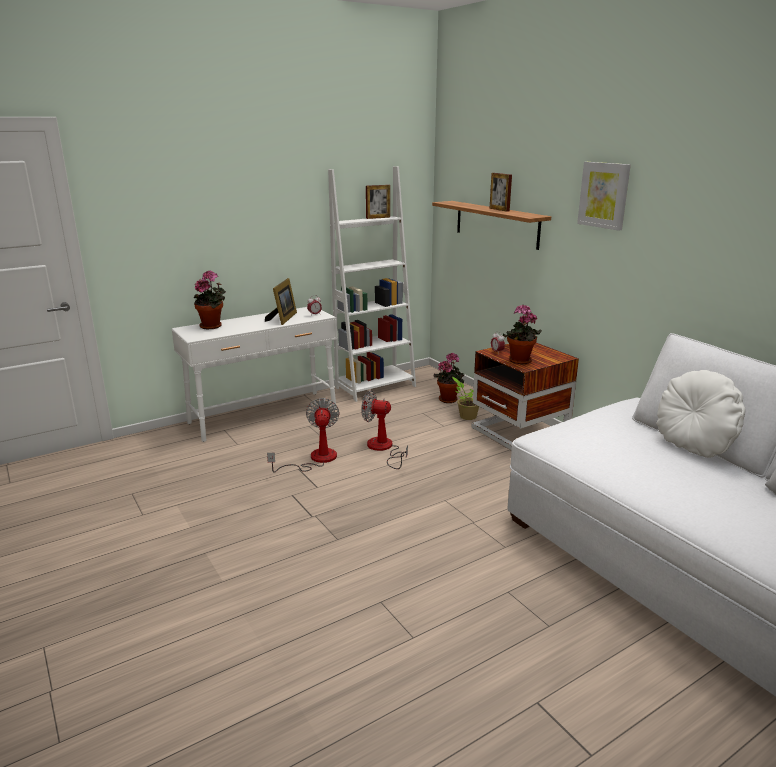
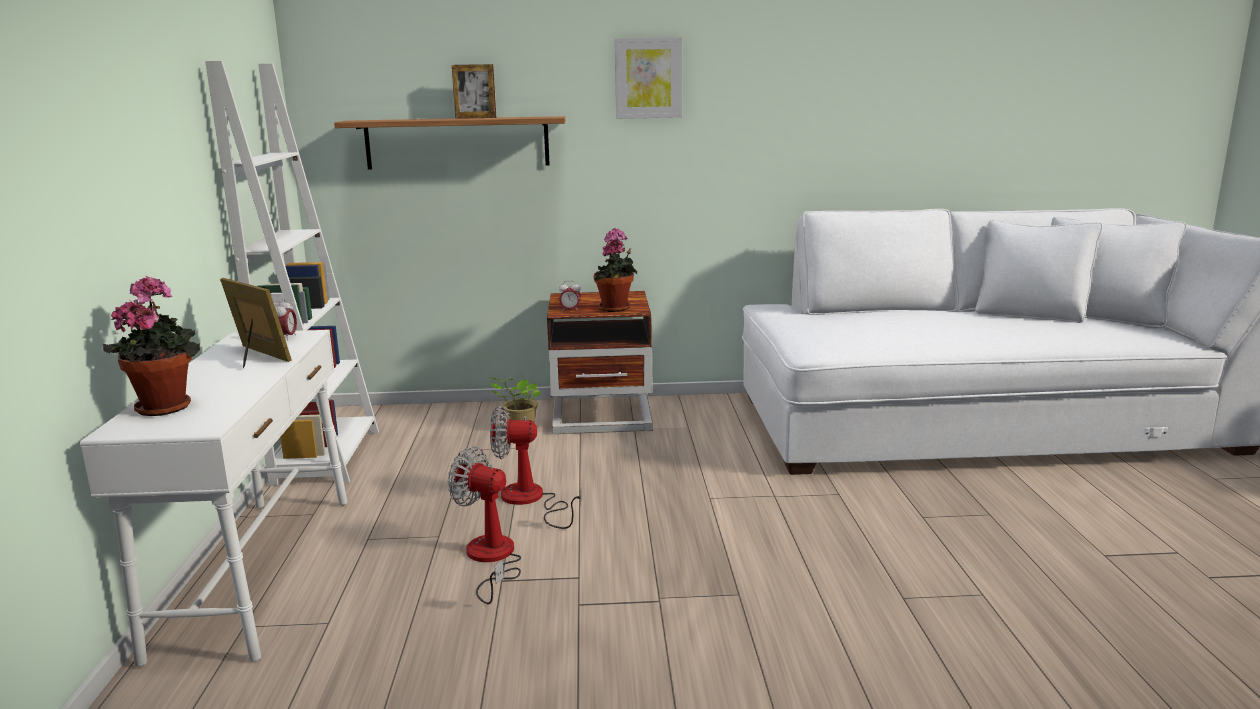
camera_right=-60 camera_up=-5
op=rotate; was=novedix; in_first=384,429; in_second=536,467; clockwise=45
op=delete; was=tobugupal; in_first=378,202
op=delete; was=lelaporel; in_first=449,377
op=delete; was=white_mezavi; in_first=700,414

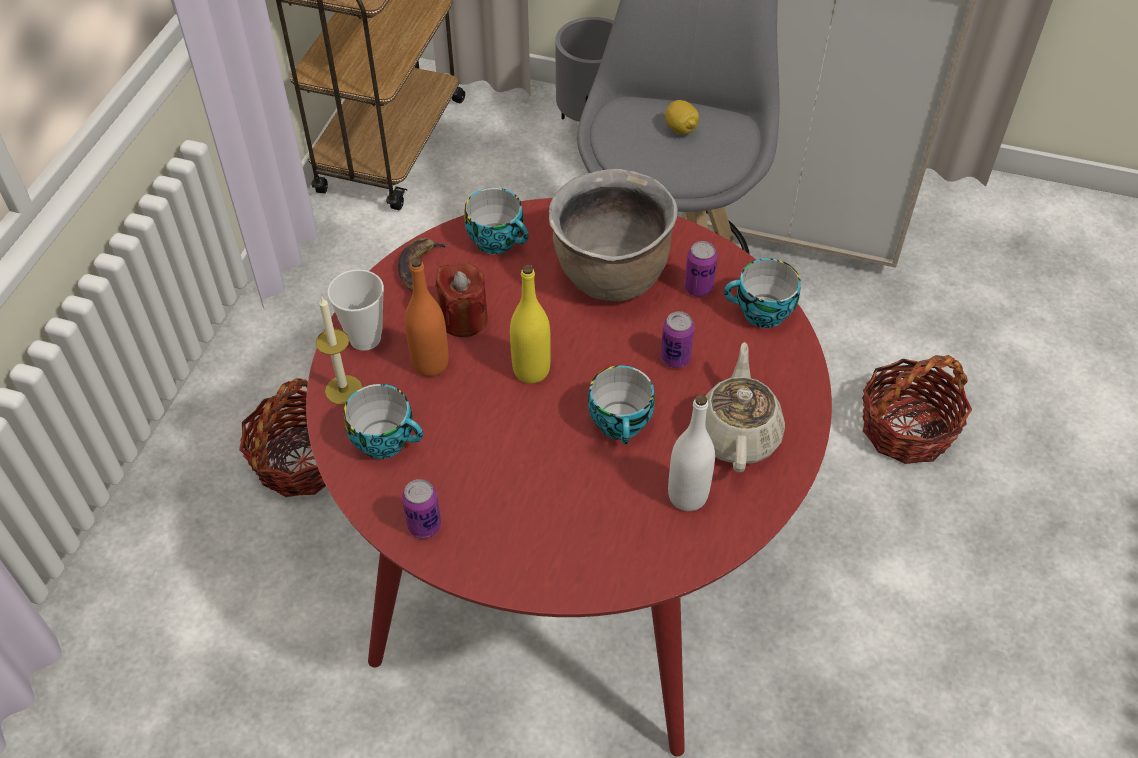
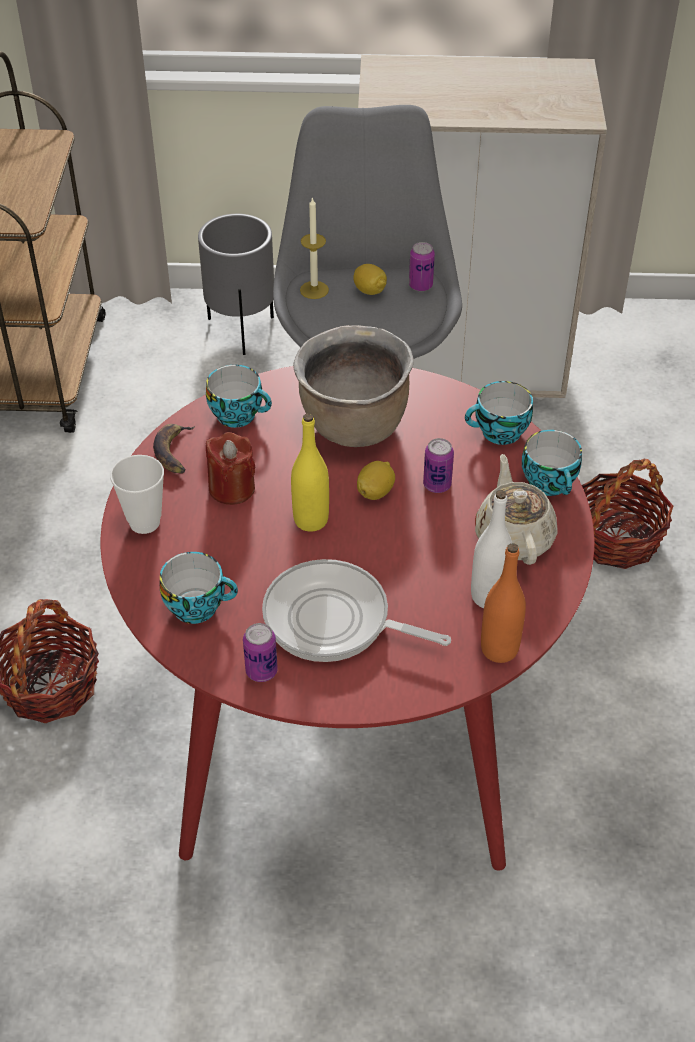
camera_right=-15 camera_up=-5
op=move; was=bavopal; in_first=339,350; in_second=314,248
op=move; was=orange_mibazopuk; in_first=427,317; in_second=503,603
op=move; was=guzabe; in_first=621,405; in_second=552,463
op=move; was=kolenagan; in_first=701,269; in_second=422,266
op=insert; now=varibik; in_second=356,610
op=insert; now=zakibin; in_second=376,480

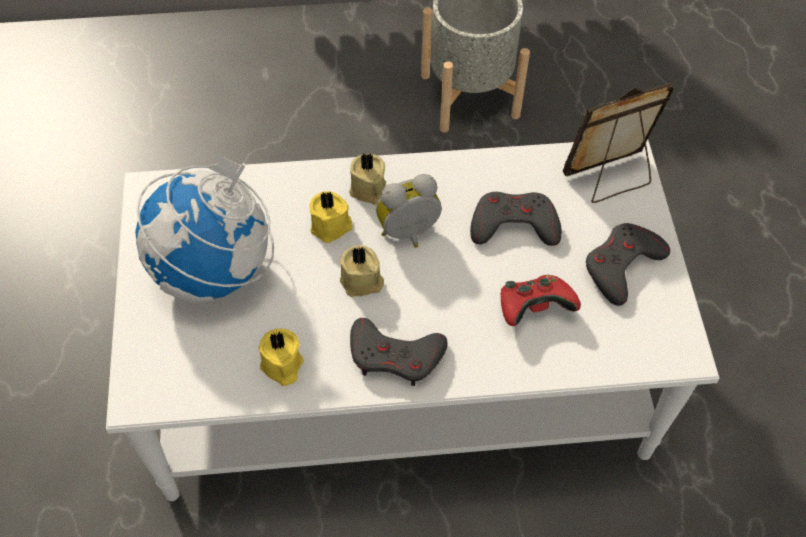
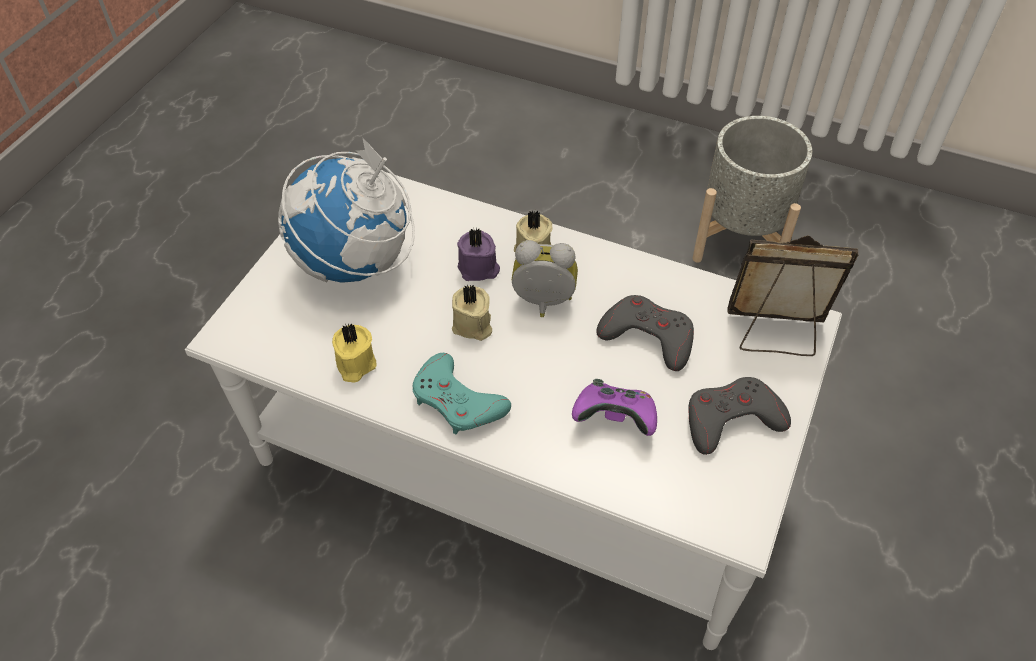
camera_right=30 camera_up=-5
op=recolor; was=yellow_bavopal; now=purple_bavopal; in_first=331,217; in_second=478,254
op=recolor; was=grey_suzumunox; now=turquoise_suzumunox; in_first=398,352; in_second=461,393
op=recolor; was=red_suzumunox; now=purple_suzumunox; in_first=541,300; in_second=614,407

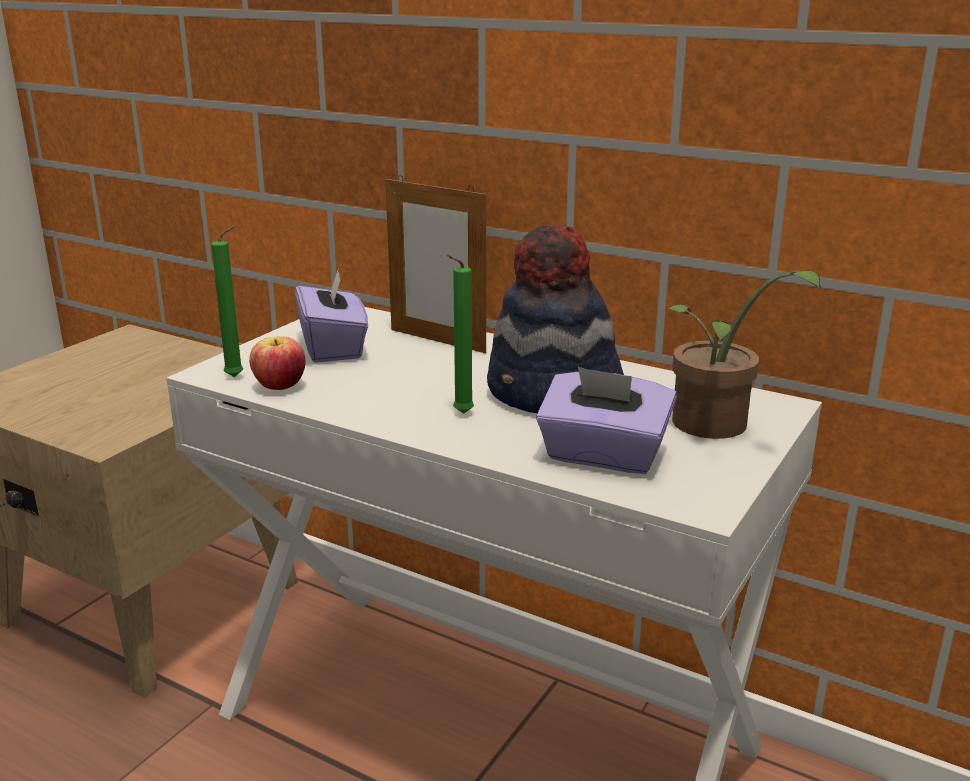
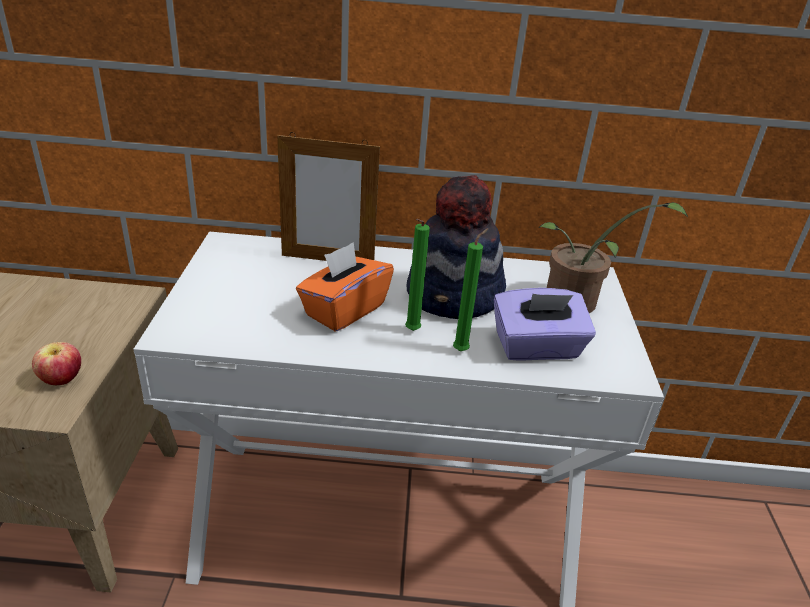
camera_right=-30 camera_up=10
op=move; was=green_bavopal; in_first=227,301; in_second=471,289
op=move; was=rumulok; in_first=277,363; in_second=56,363
op=delete; was=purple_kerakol; in_first=331,316
op=insert; now=orange_kerakol; in_second=345,287

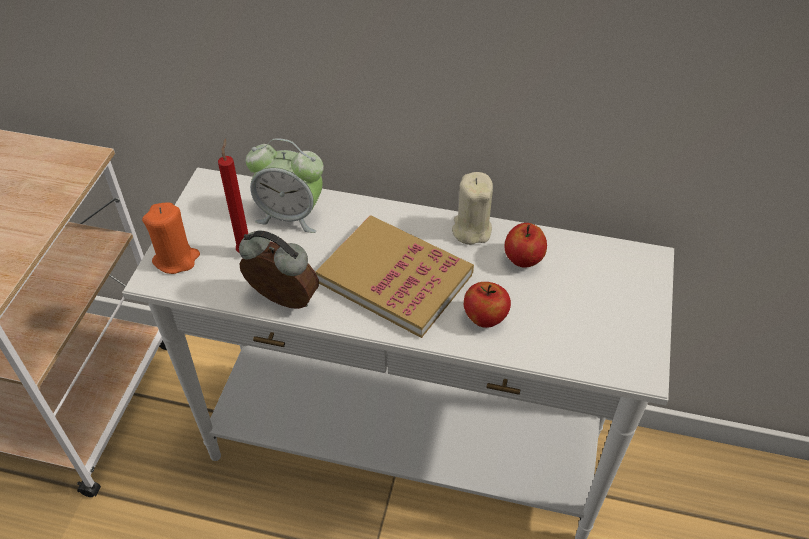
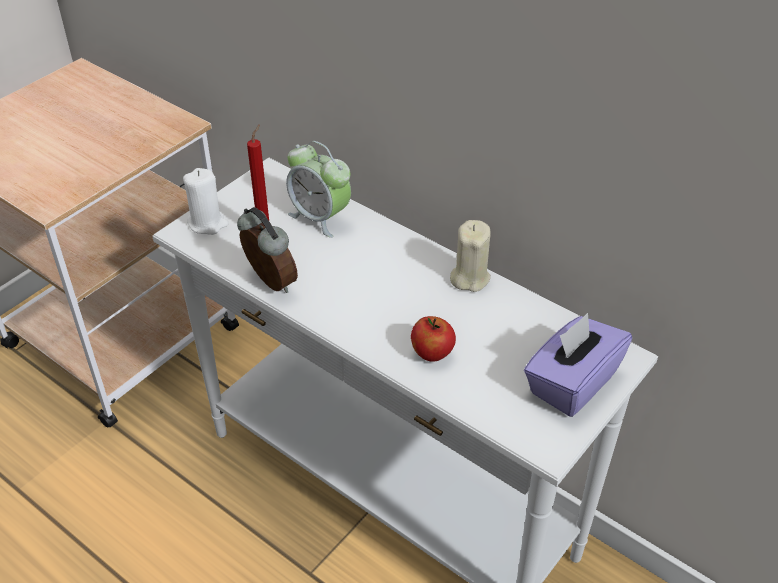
camera_right=25 camera_up=-5
op=recolor; was=orange_bavopal; now=white_bavopal; in_first=171,238; in_second=206,201
op=delete; was=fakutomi; in_first=394,276
op=delete; was=rumulok; in_first=525,245
op=insert; now=purple_kerakol; in_second=578,365

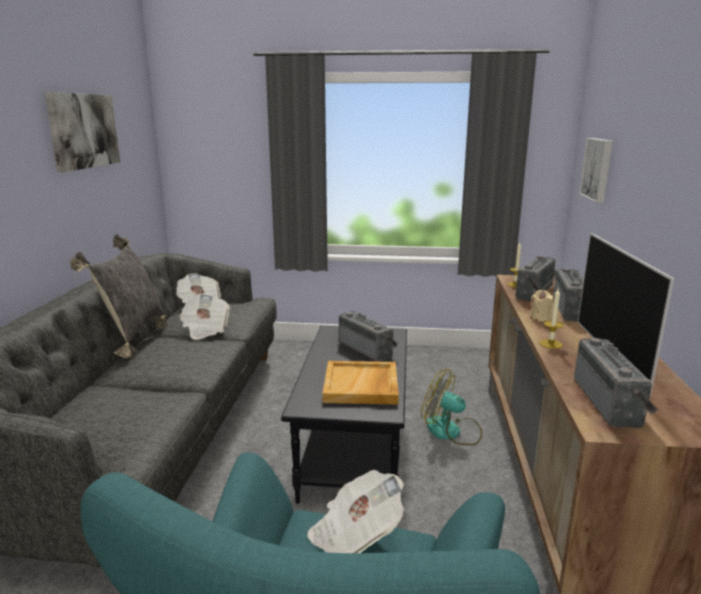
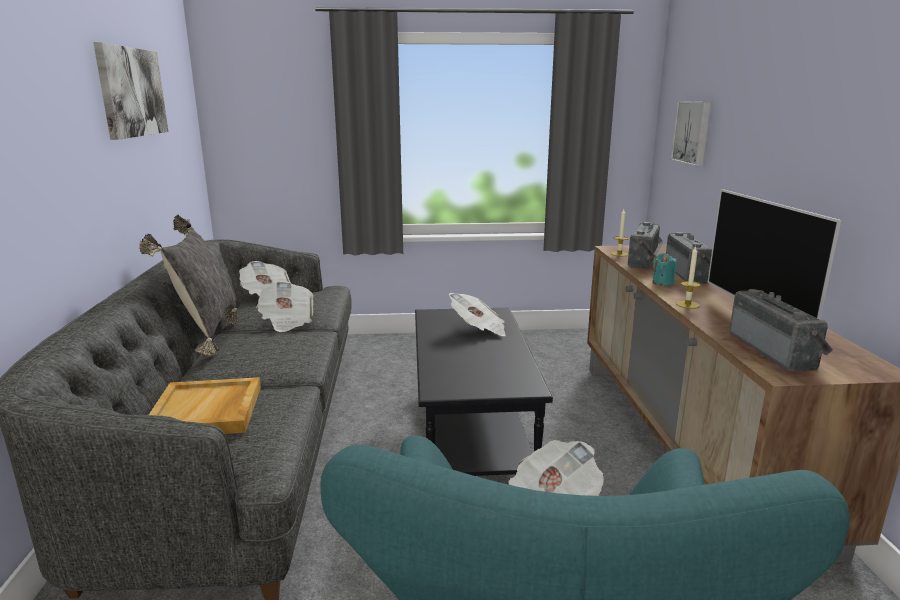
camera_right=-10 camera_up=0
op=move; was=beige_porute; in_first=360,382; in_second=205,405
op=replace; was=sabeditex; now=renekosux; in_first=368,336; in_second=477,314
op=delete; was=novedix; in_first=451,407
op=recolor; was=beige_bavopal; now=turquoise_bavopal; in_first=541,306; in_second=665,269

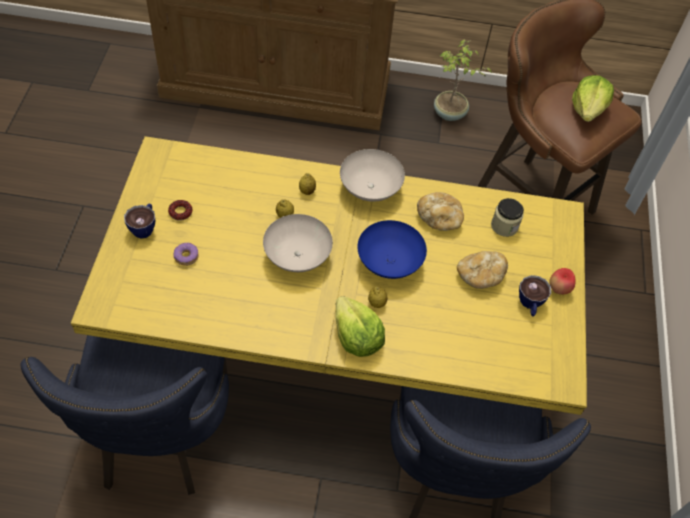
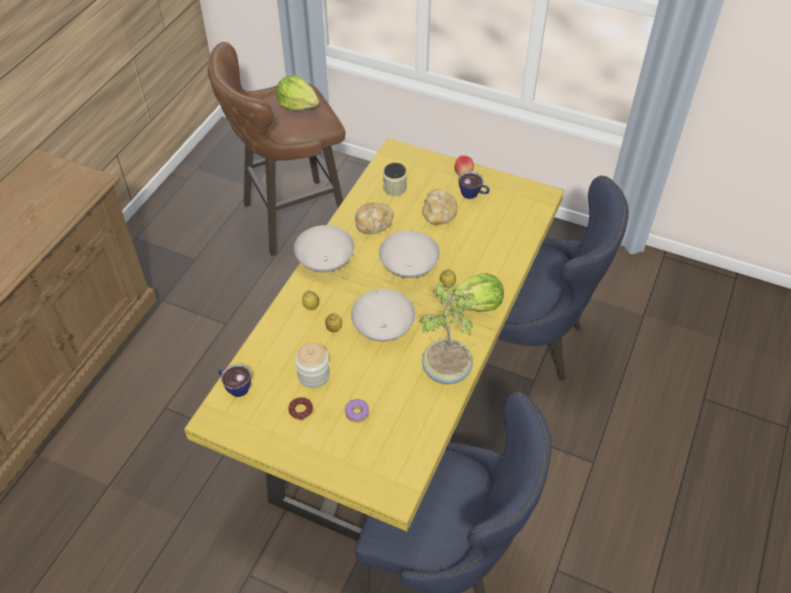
camera_right=-70 camera_up=-5
op=move; was=guzabe; in_first=139,220; in_second=234,380
op=recolor; was=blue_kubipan; now=white_kubipan; in_first=392,249; in_second=409,254
op=move; was=lelaporel; in_first=463,80; in_second=450,333
op=insert; now=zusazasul; in_second=312,365

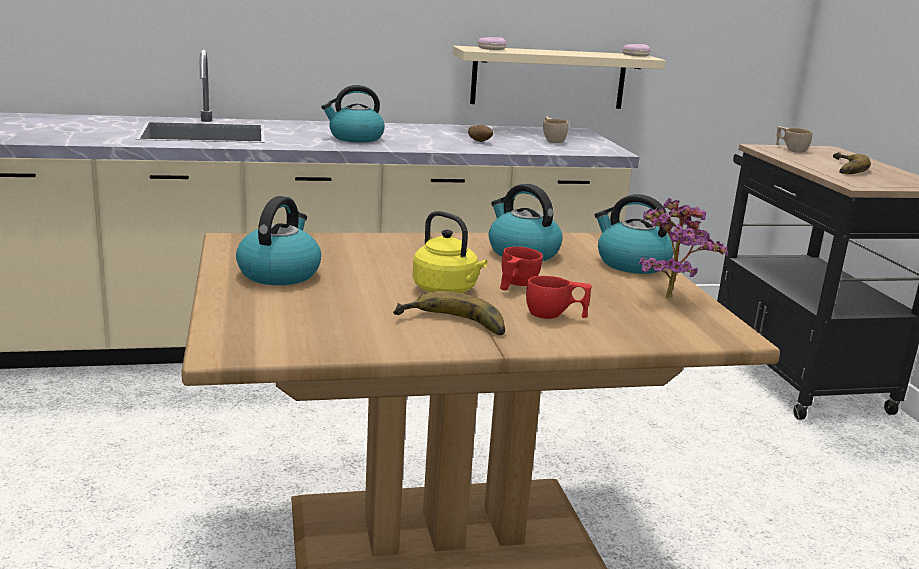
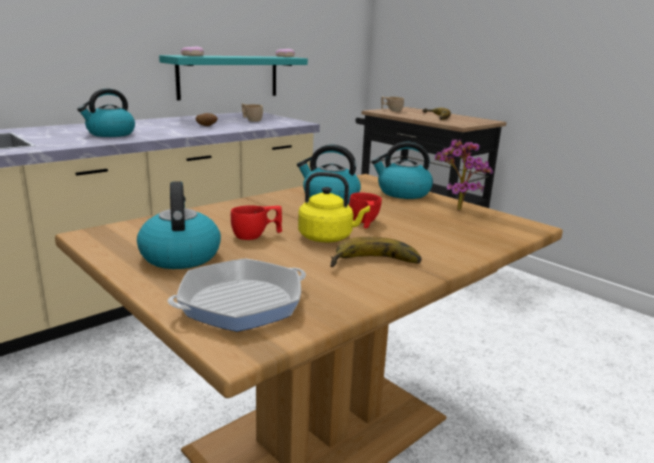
camera_right=-30 camera_up=0
op=recolor; was=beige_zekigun; now=turquoise_zekigun; in_first=559,77; in_second=233,77
op=move; was=red_guzabe; in_first=559,297; in_second=256,222
op=insert; now=varibik; in_second=236,295

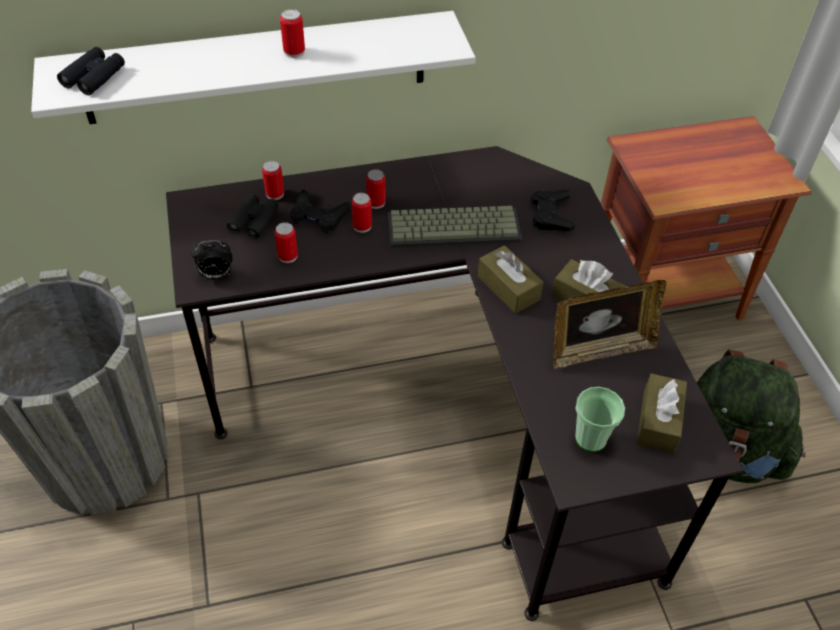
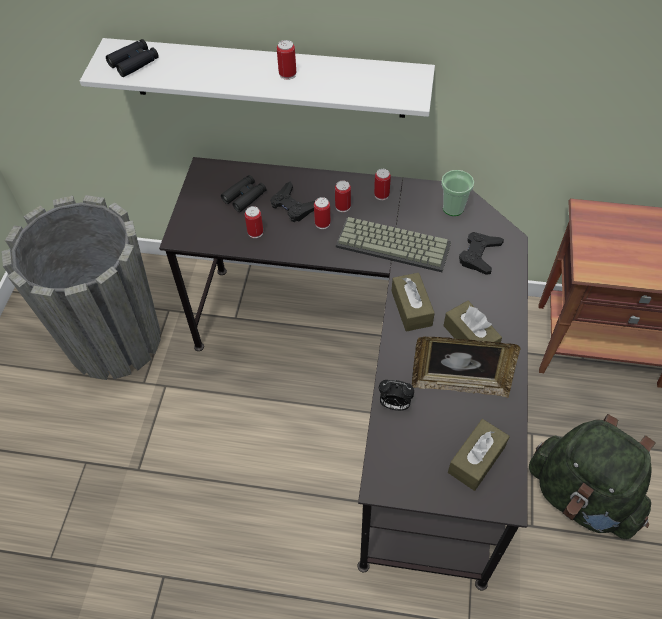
camera_right=25 camera_up=5
op=move; was=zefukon; in_first=211,260; in_second=396,395
op=move; was=kolenagan; in_first=273,180; in_second=382,184
op=move; was=guzabe; in_first=600,419; in_second=457,193

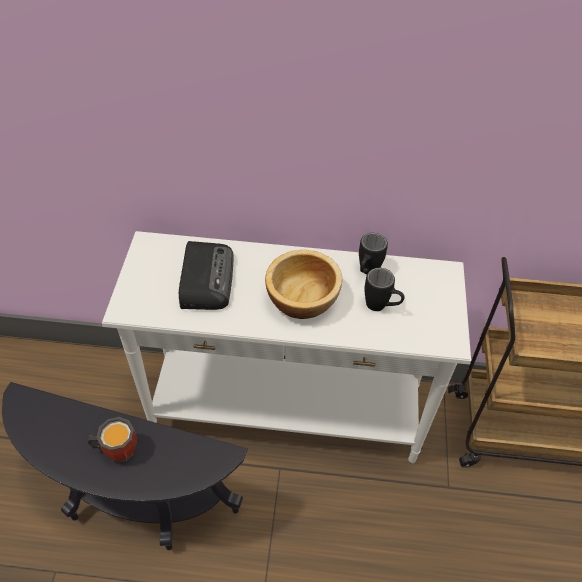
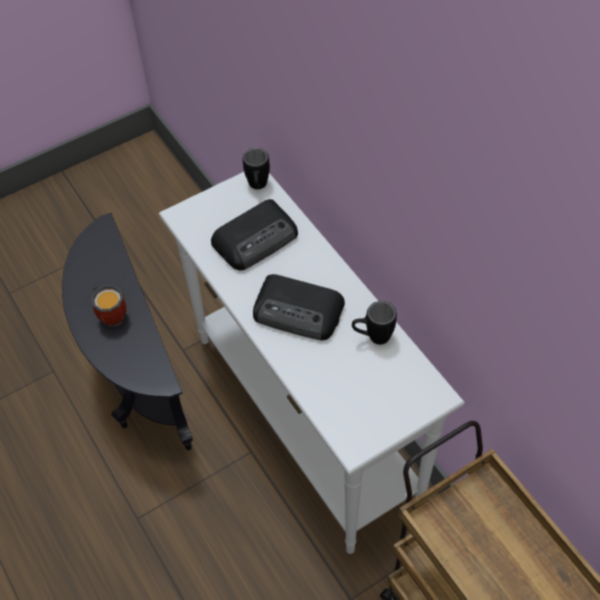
camera_right=55 camera_up=5
op=replace; was=kubipan; now=sabeditex; in_first=303,284; in_second=299,307
op=move; was=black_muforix; in_first=384,289; in_second=256,168

